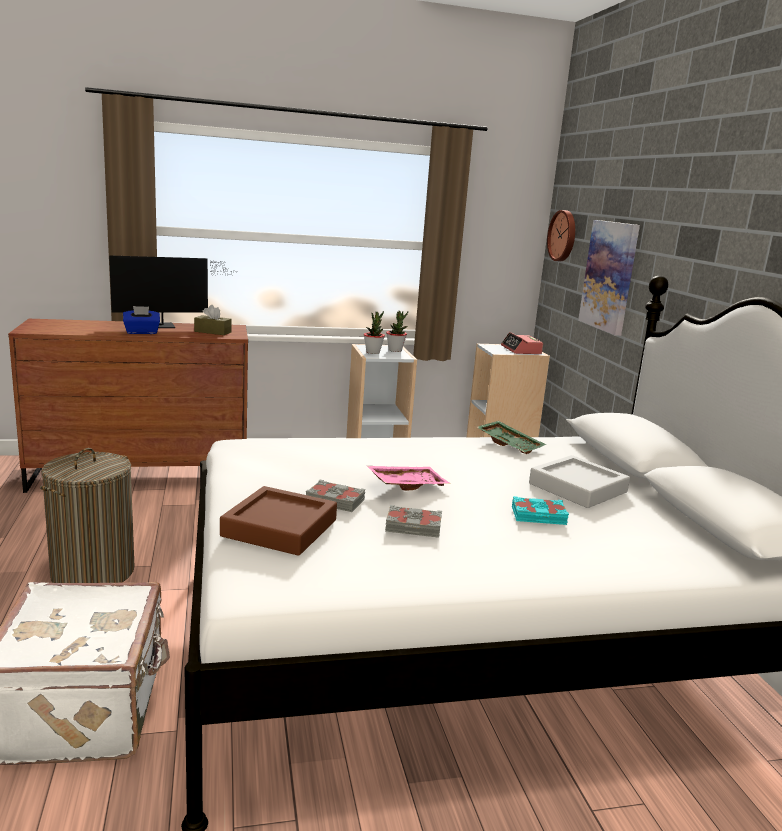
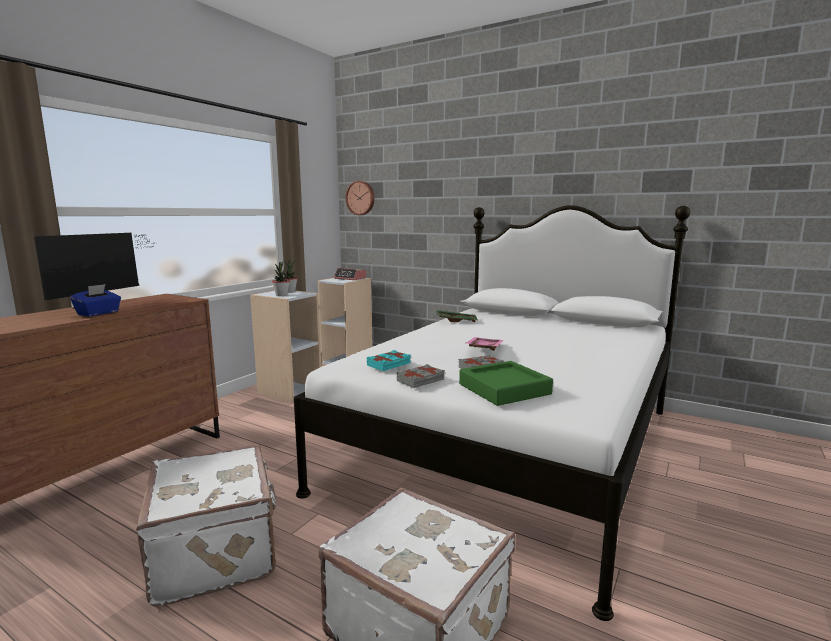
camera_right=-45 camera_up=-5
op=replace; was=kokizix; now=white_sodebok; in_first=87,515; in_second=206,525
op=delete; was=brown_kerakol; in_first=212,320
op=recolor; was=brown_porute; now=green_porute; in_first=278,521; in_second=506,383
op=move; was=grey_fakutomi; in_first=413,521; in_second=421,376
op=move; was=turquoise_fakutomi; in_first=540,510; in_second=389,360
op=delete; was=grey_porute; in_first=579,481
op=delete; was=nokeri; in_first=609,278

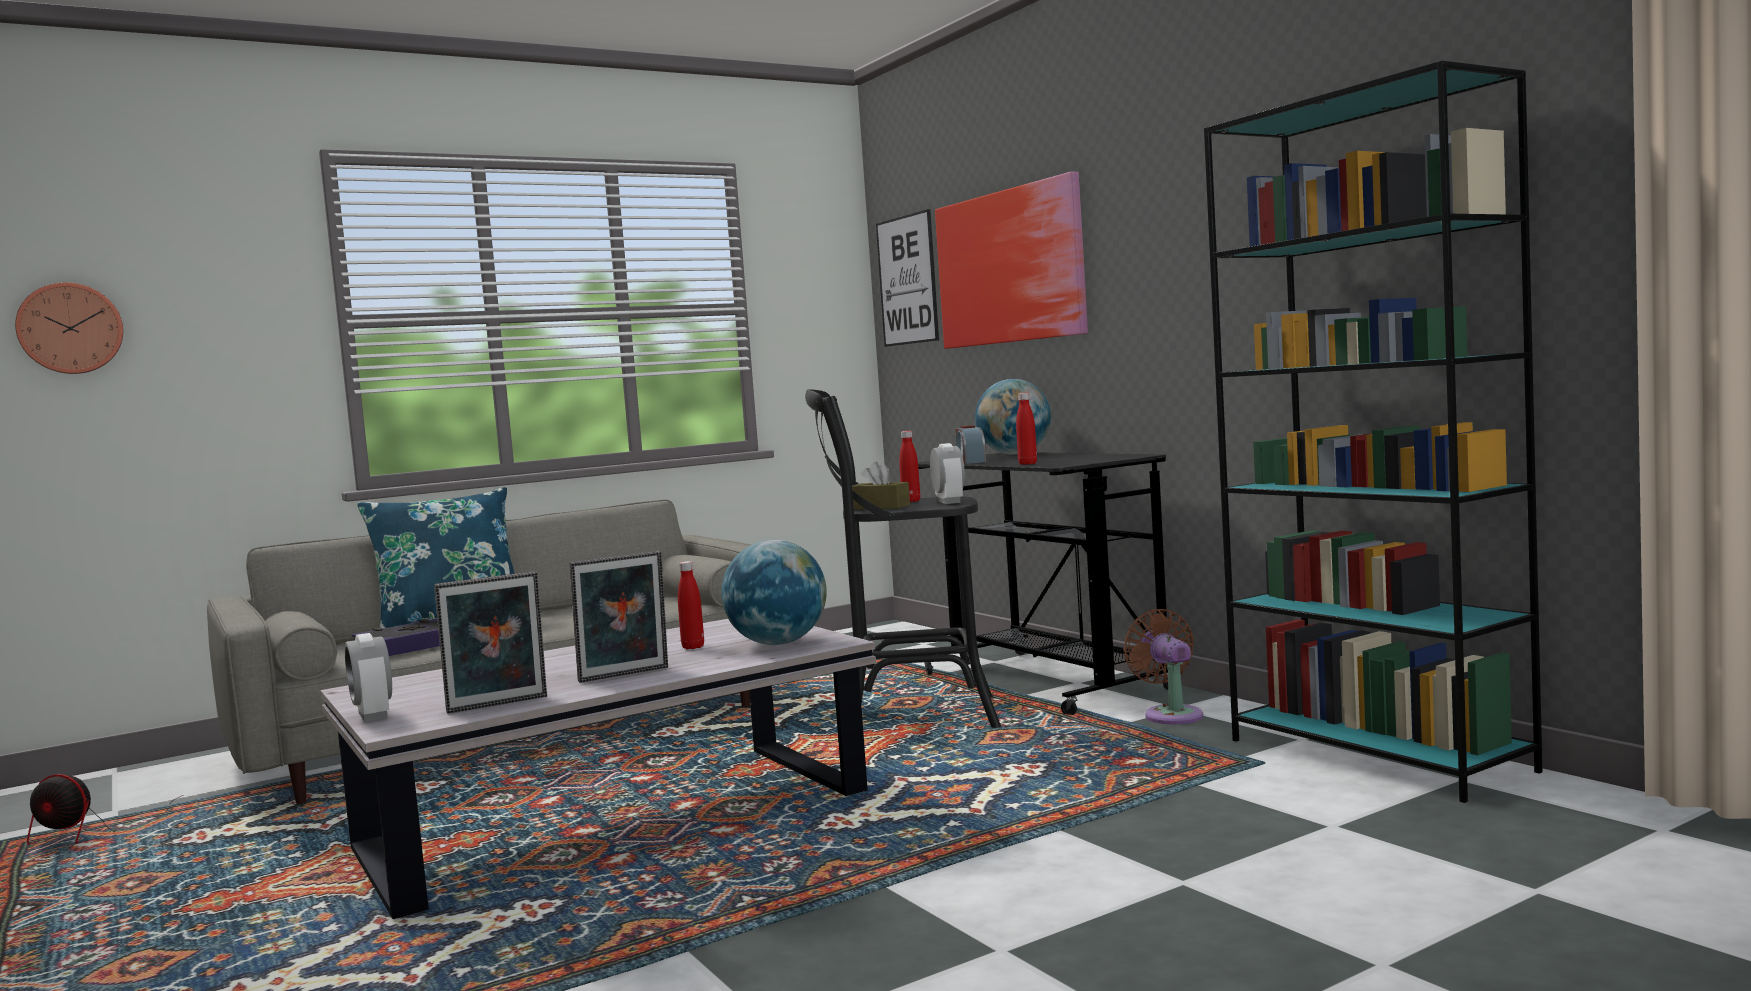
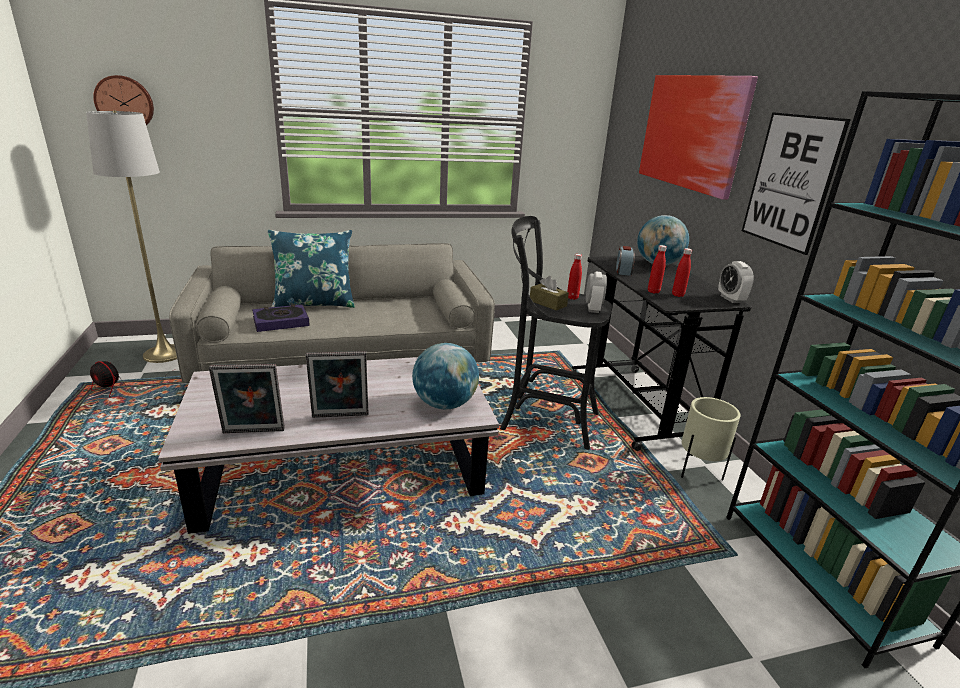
camera_right=15 camera_up=20
op=move; was=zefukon; in_first=368,677; in_second=736,282
op=move; was=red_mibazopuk; in_first=691,605; in_second=682,272
op=move; was=nokeri; in_first=907,278; in_second=796,183
op=replace; was=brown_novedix; now=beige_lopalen; in_first=1163,666; in_second=711,439
op=insert; now=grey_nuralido; in_second=131,236

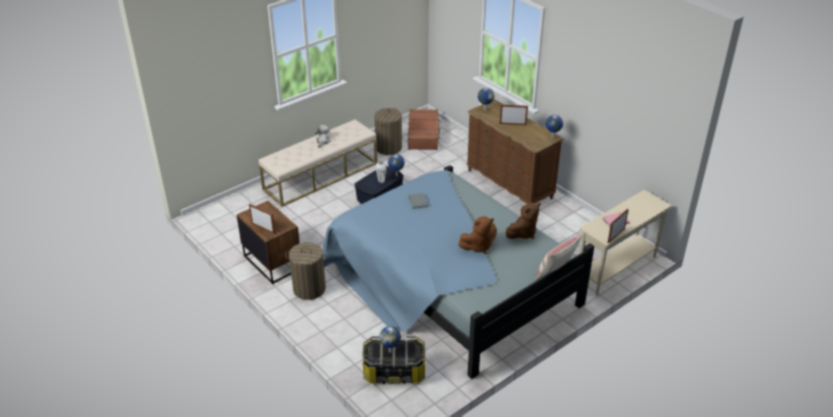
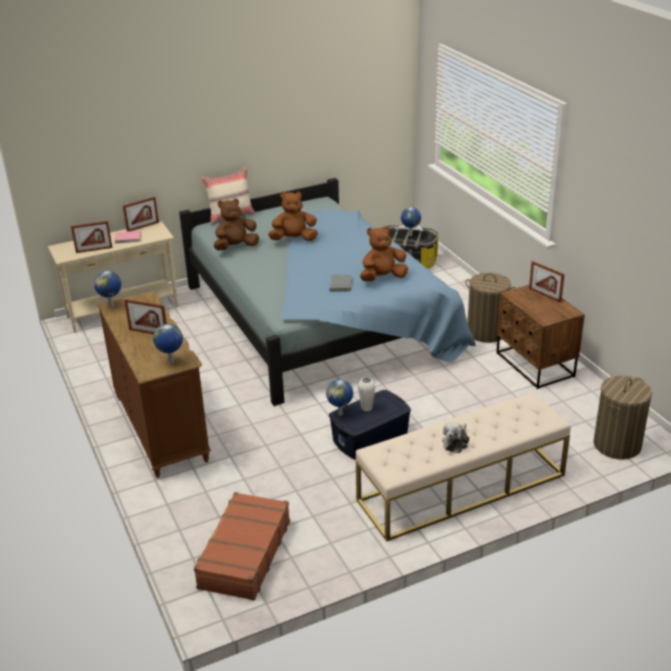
camera_right=-165 camera_up=-5
op=move; was=kokizix; in_first=388,131; in_second=622,417
op=insert; now=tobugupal; in_second=91,237
op=insert; now=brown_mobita; in_second=384,253

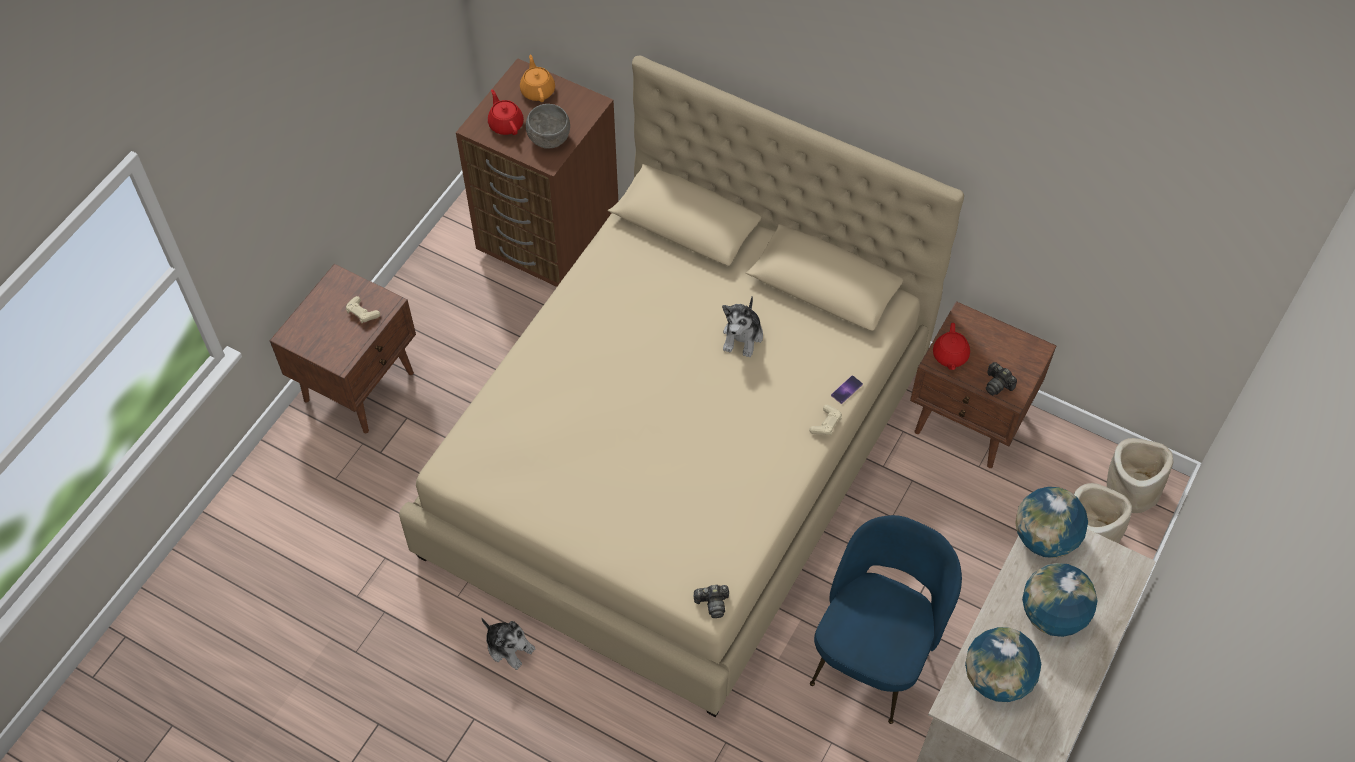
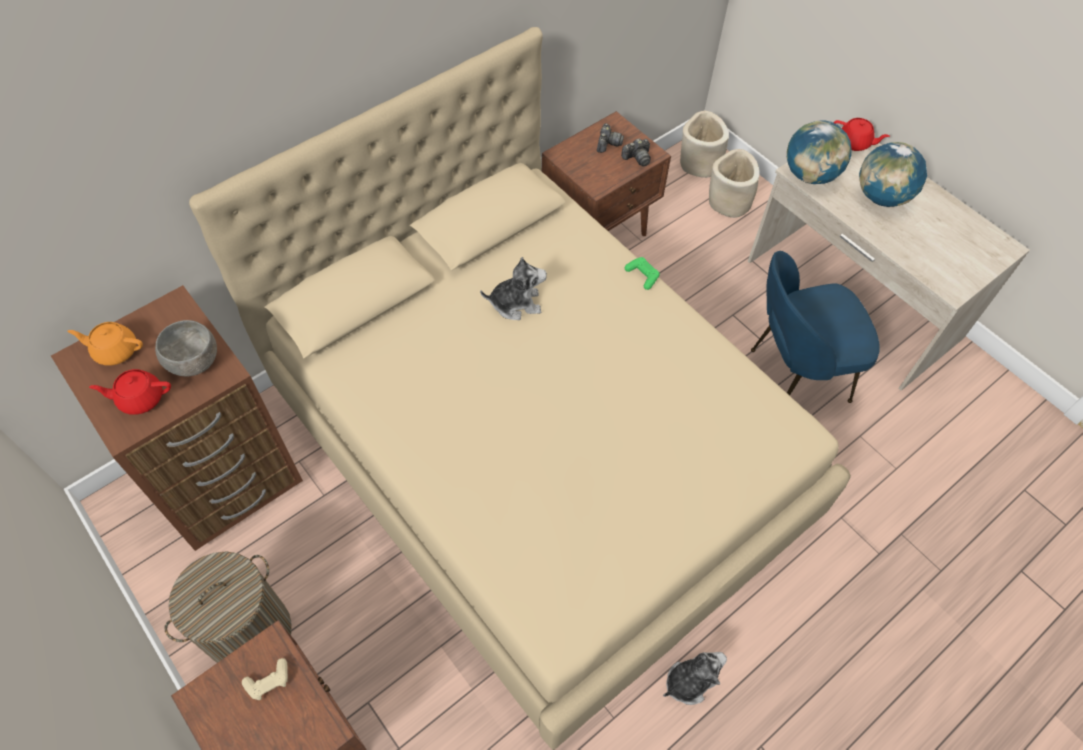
camera_right=-70 camera_up=0
op=move; was=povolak; in_first=711,601; in_second=610,138
op=rotate; was=mobita; in_first=742,327; in_second=513,288; clockwise=-45
op=recolor; was=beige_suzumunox; now=green_suzumunox; in_first=825,420; in_second=642,273
op=rotate; was=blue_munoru; in_first=886,619; in_second=815,327; clockwise=-60
op=delete; was=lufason; in_first=847,389
op=move; was=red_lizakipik; in_first=951,346; in_second=862,134
op=delete; was=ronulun; in_first=1003,664
op=insert; now=kokizix; in_second=228,607

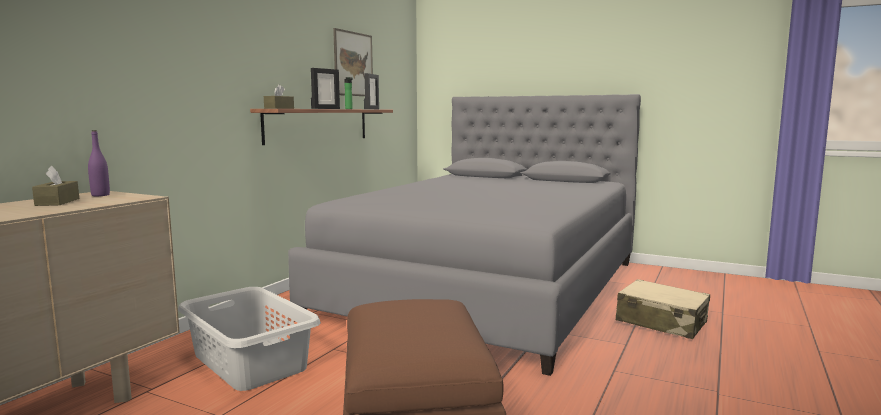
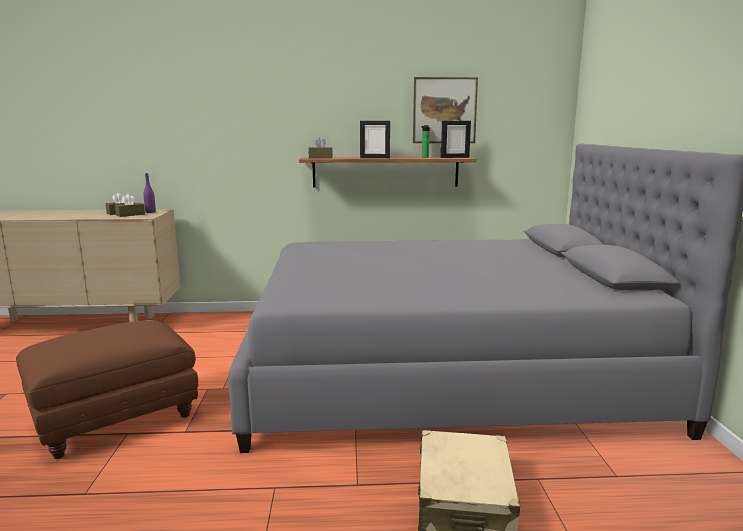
camera_right=60 camera_up=5
op=delete; was=grey_kokizix; in_first=249,339
op=insert; now=brown_kerakol; in_second=130,205

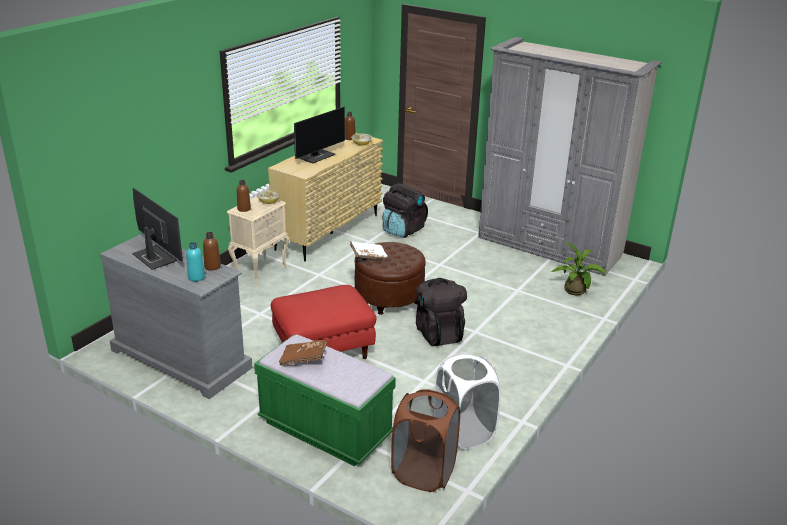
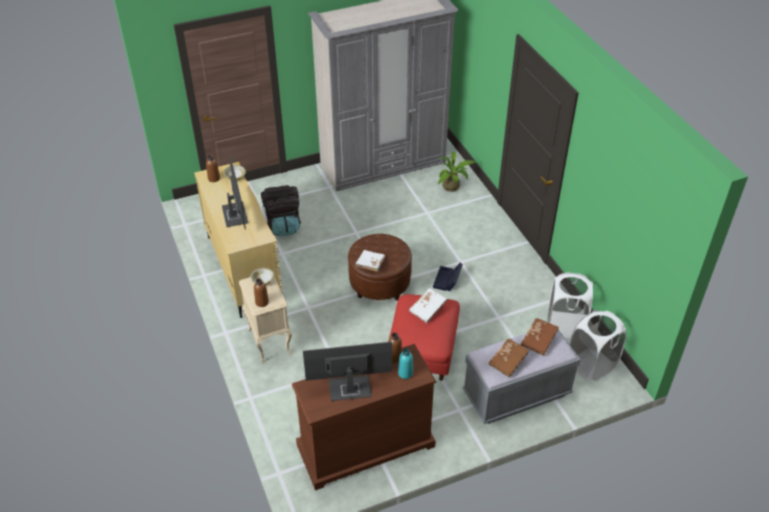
camera_right=-55 camera_up=15
op=recolor; was=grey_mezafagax; now=brown_mezafagax; in_first=176,316; in_second=364,417
op=recolor; was=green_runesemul; now=grey_runesemul; in_first=325,400; in_second=522,377
op=recolor; was=brown_kokizix; now=white_kokizix; in_first=425,440; in_second=598,345
op=replace; was=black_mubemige; now=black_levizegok; in_first=441,312; in_second=448,277
op=insert; now=white_fakutomi; in_second=428,305
op=insert; now=brown_fakutomi; in_second=540,337

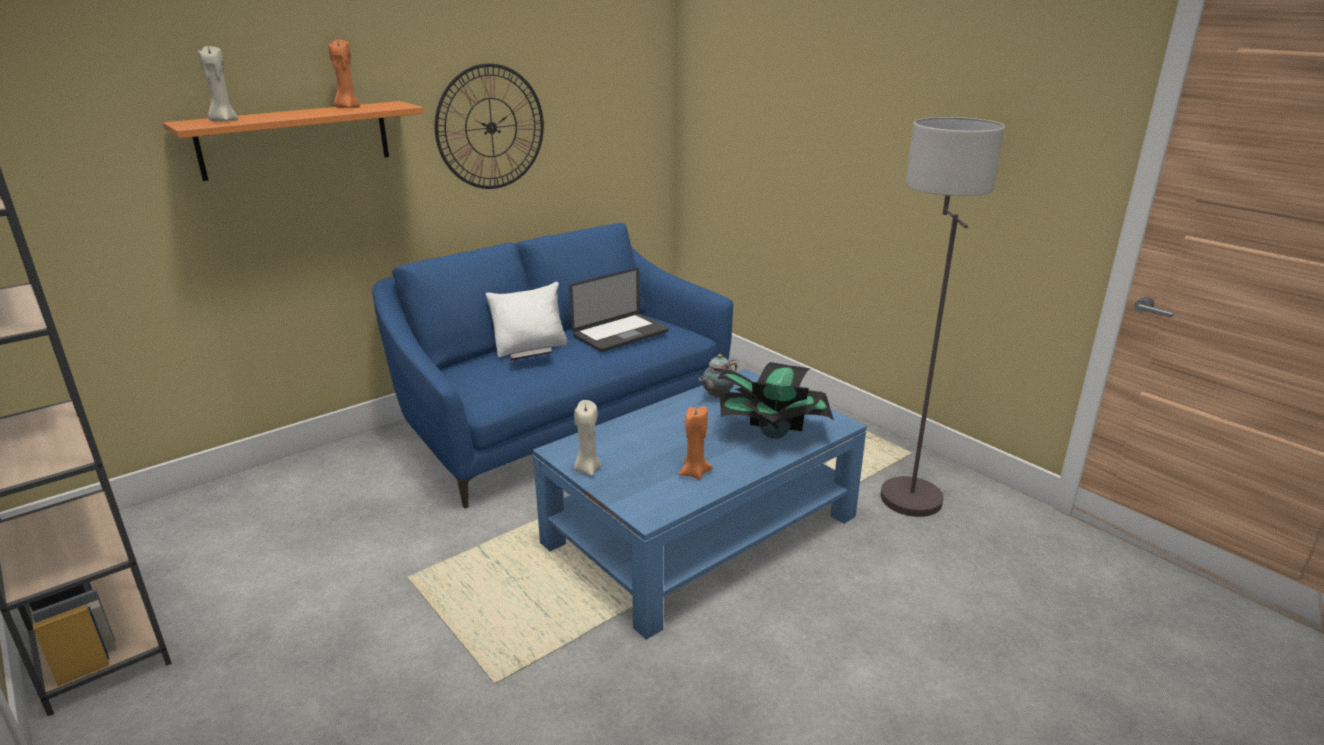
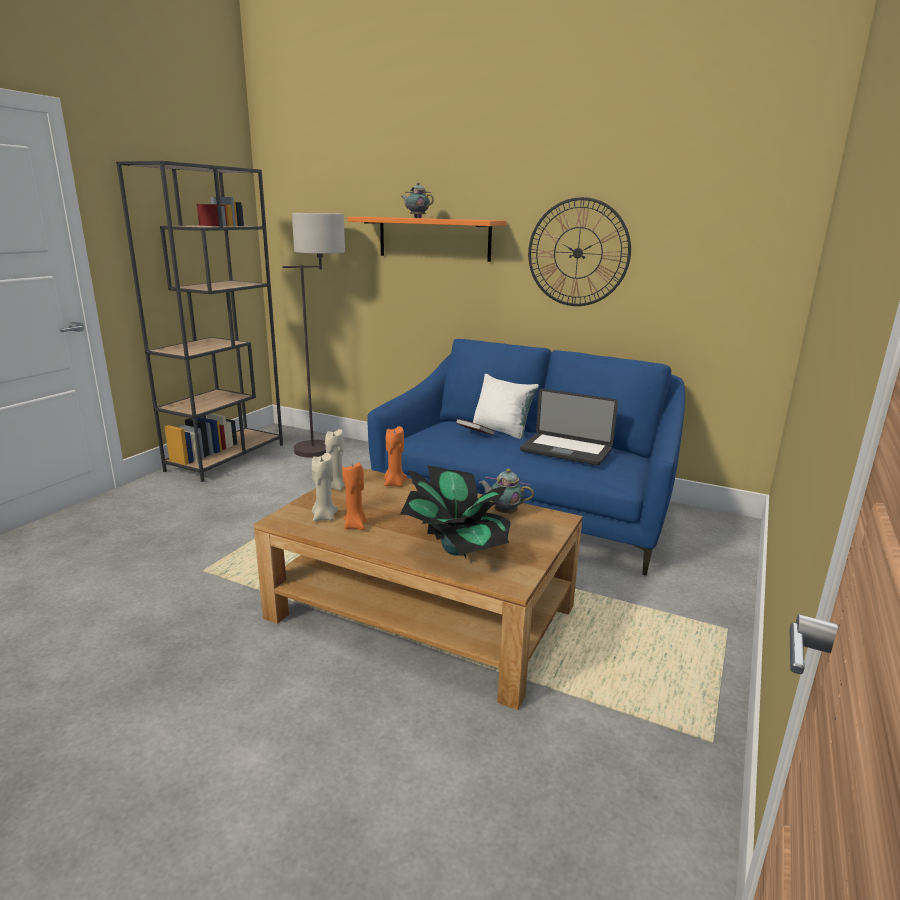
camera_right=65 camera_up=-5
op=move; was=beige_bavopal; in_first=218,84; in_second=325,487
op=move; was=orange_bavopal; in_first=344,74; in_second=396,456
op=recolor; was=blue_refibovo; now=brown_refibovo; in_first=700,504; in_second=418,589
op=move; was=grey_nuralido; in_first=943,317; in_second=313,335
op=insert; now=lizakipik; in_second=417,200

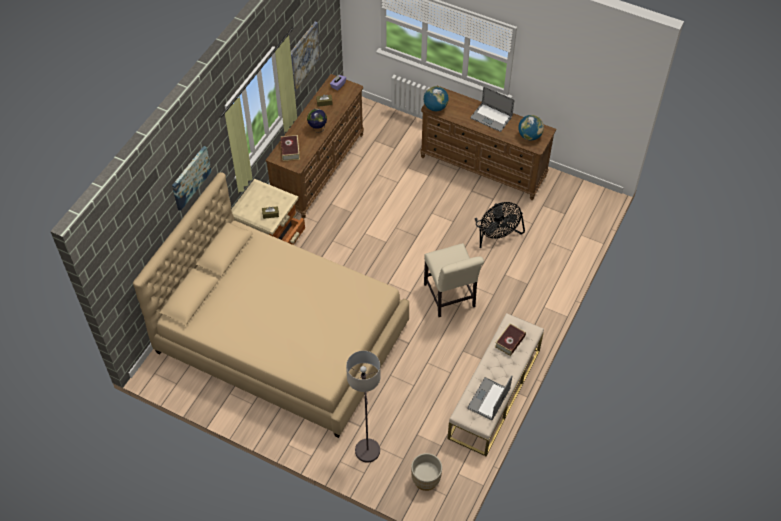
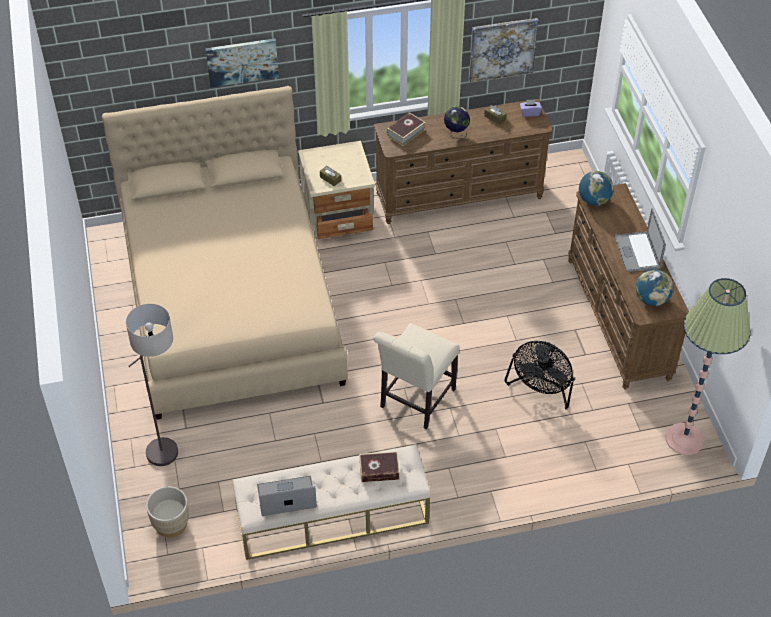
camera_right=50 camera_up=-5
op=insert; now=nuralido; in_second=708,366

